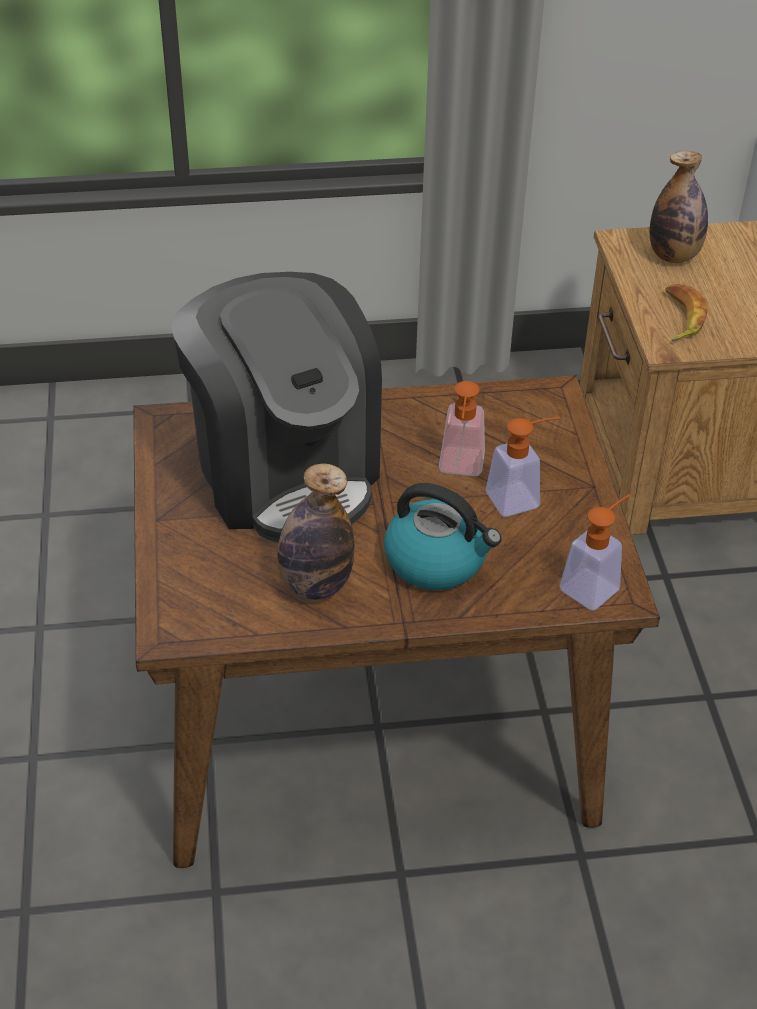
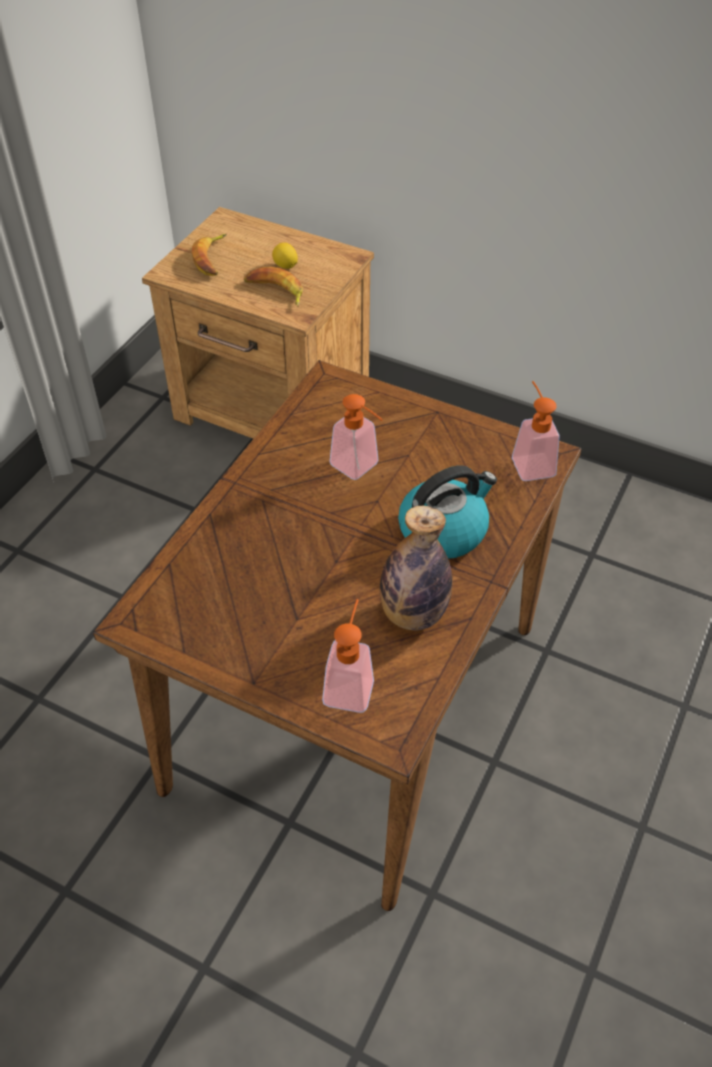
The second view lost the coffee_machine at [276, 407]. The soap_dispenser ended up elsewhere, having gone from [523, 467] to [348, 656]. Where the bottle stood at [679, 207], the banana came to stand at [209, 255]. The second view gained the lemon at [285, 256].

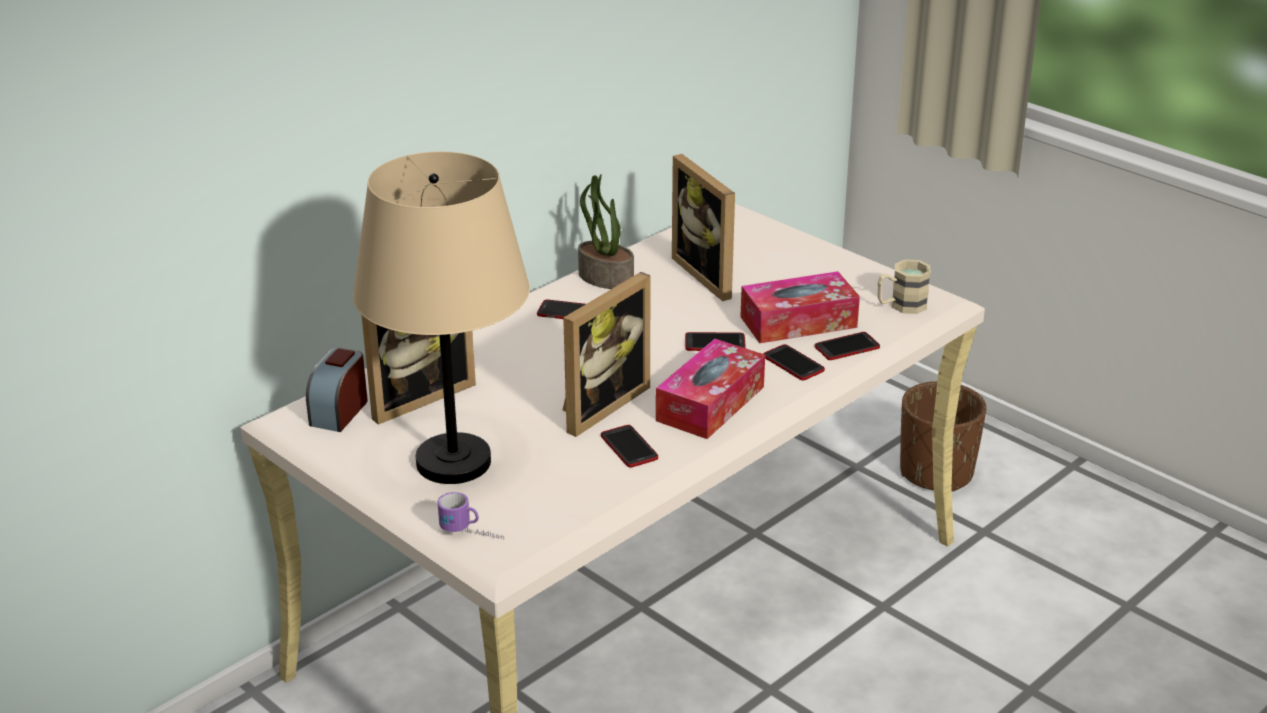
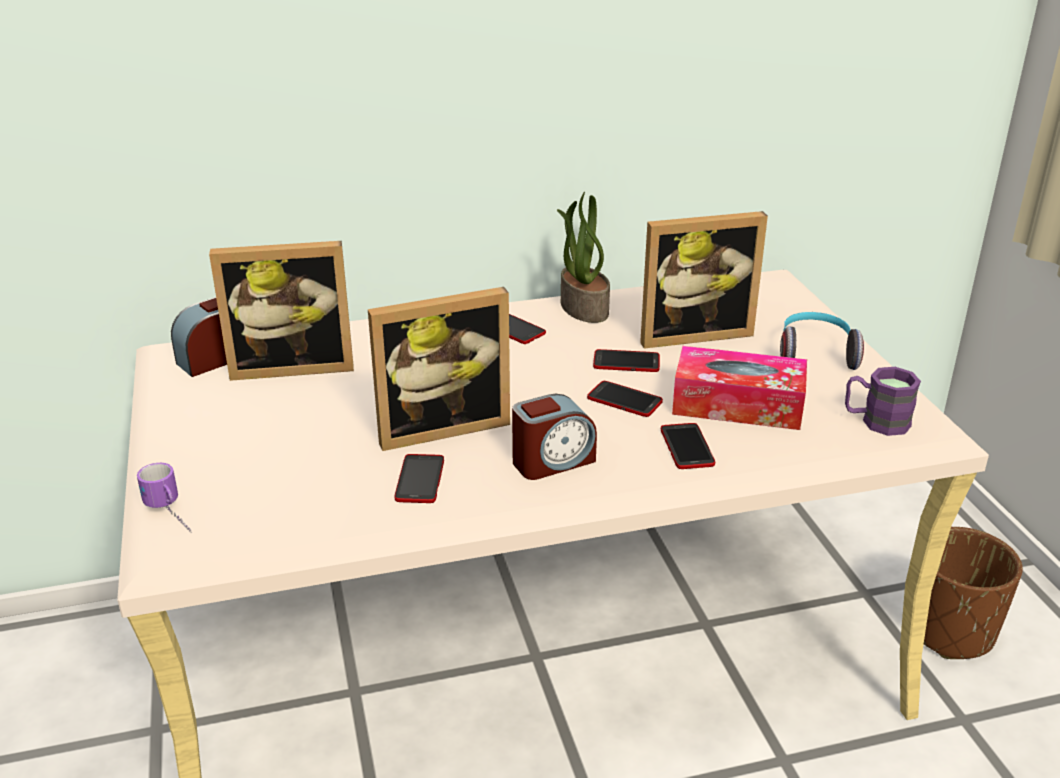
The second view lost the beige_table_lamp at [441, 318]. Where the tissue_box stood at [710, 389], the alarm_clock came to stand at [554, 437]. The picture_frame at [703, 227] ended up facing another way, 105 degrees counterclockwise from before. The phone ended up elsewhere, having gone from [847, 346] to [626, 360]. What was the beige_mug at [904, 286] turned into the purple_mug at [883, 401]. The second view gained the headphones at [822, 341].

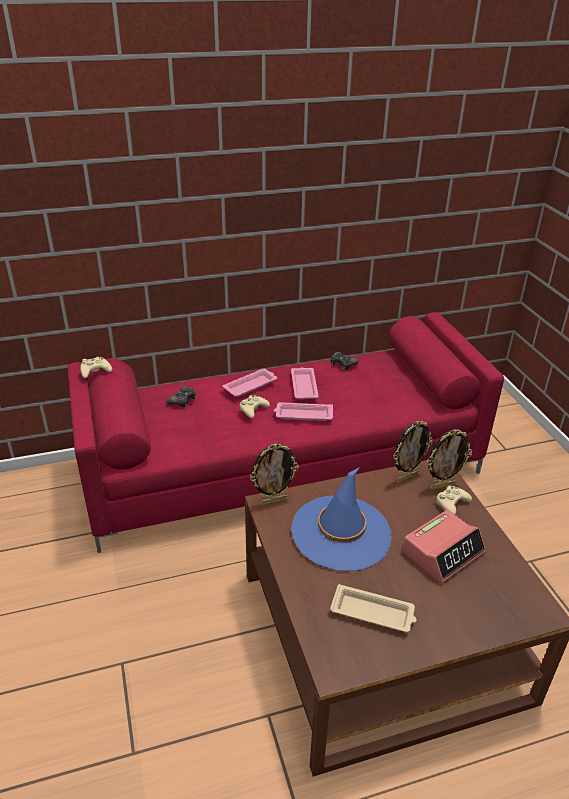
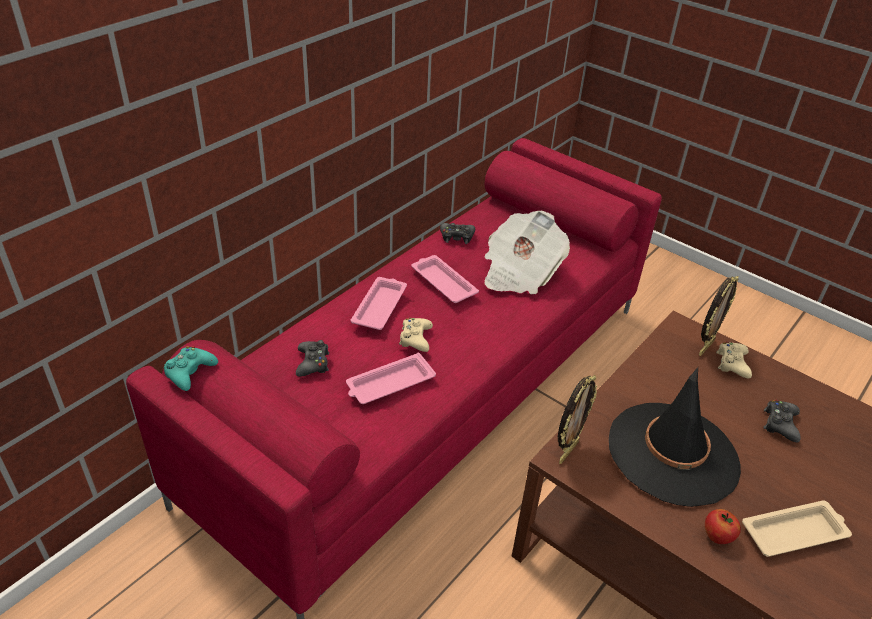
What was the beige_game_controller at [96, 367] turned into the turquoise_game_controller at [191, 368]. The pink_tray ended up elsewhere, having gone from [303, 411] to [391, 378]. What was the blue_hat at [341, 519] turned into the black_hat at [675, 437]. The second view lost the picture_frame at [413, 452]. Where the alarm_clock stood at [444, 547], the black_game_controller came to stand at [782, 421]. The second view gained the newspaper at [527, 253]. The second view gained the apple at [723, 526].

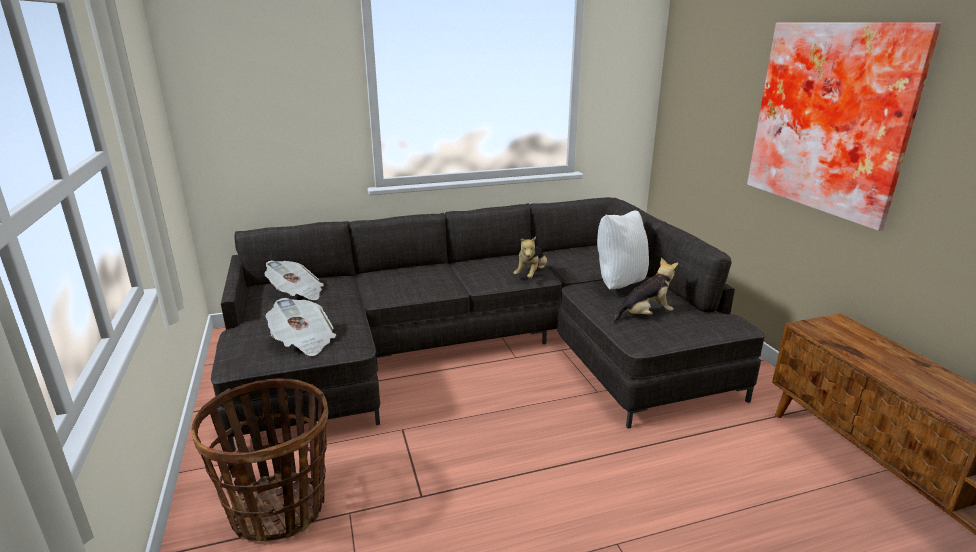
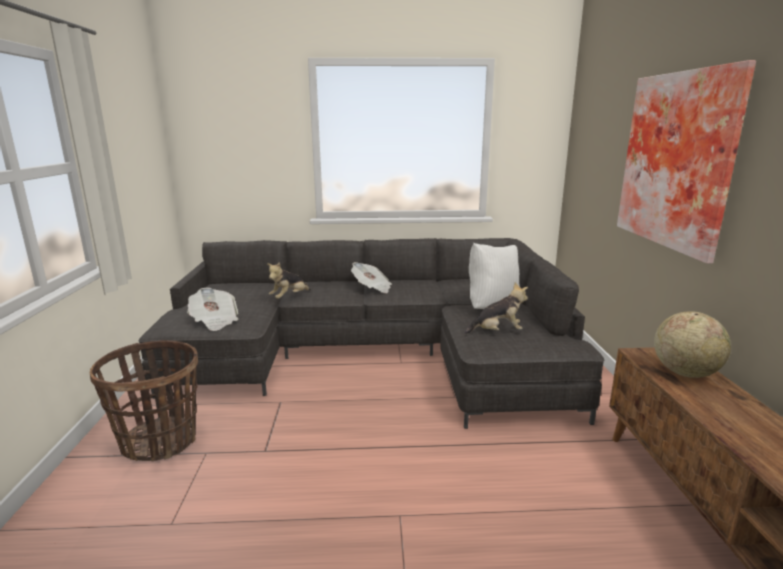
The newspaper ended up elsewhere, having gone from [294, 280] to [371, 277]. The plush_toy ended up elsewhere, having gone from [530, 257] to [289, 280]. The second view gained the globe at [692, 344].

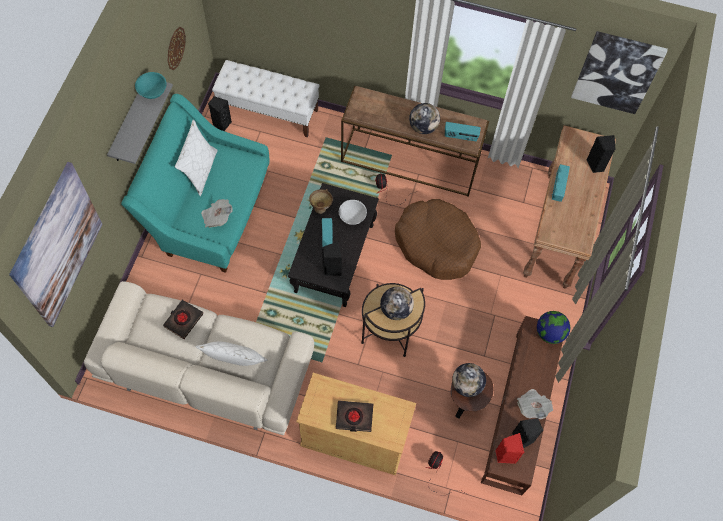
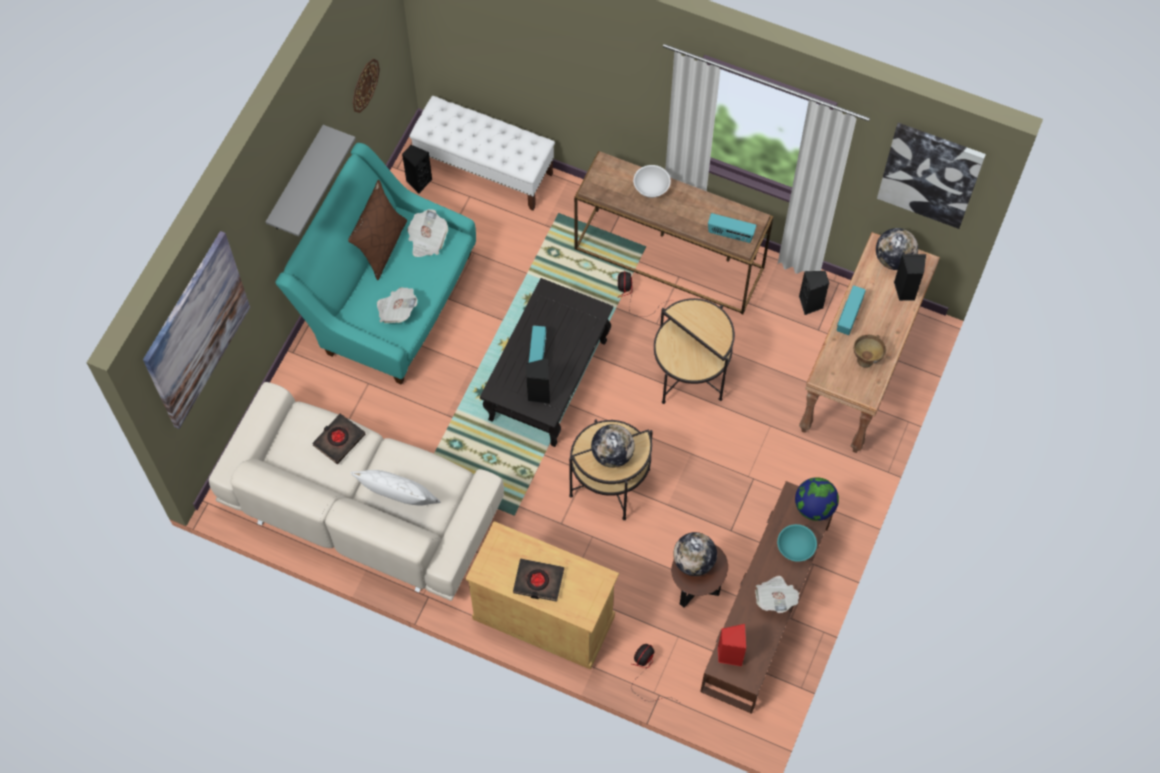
The turquoise_bowl ended up elsewhere, having gone from [151, 85] to [797, 543]. What was the white_pillow at [196, 158] turned into the brown_pillow at [377, 229]. The brown_bowl ended up elsewhere, having gone from [321, 201] to [870, 351]. The white_bowl ended up elsewhere, having gone from [353, 212] to [652, 181]. Where the brown_dog_bed stood at [438, 239], the side_table came to stand at [694, 351]. The globe ended up elsewhere, having gone from [424, 118] to [897, 249]. The black_speaker ended up elsewhere, having gone from [527, 433] to [814, 293]. The second view gained the newspaper at [427, 233].

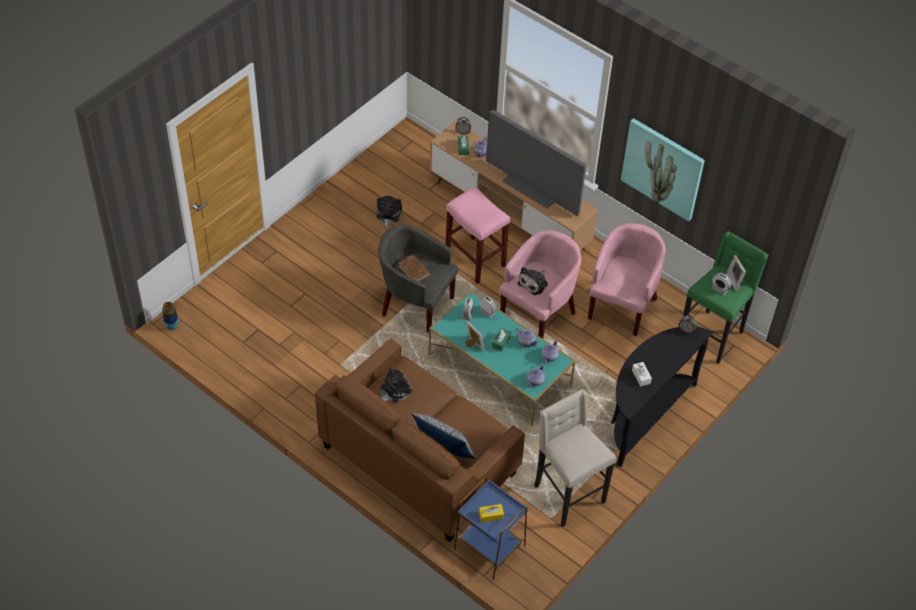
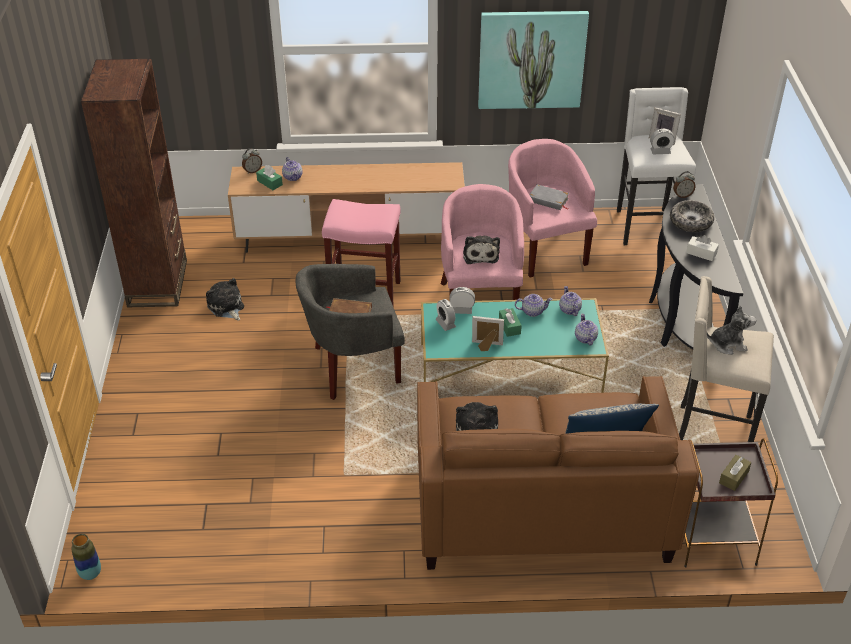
What was the blue_side_table at [491, 529] turned into the brown_side_table at [731, 503]. What was the yellow_tissue_box at [491, 513] turned into the brown_tissue_box at [735, 473]. The second view lost the television at [536, 163]. What was the green_stool at [726, 297] turned into the white_stool at [656, 166]. The second view gained the brown_bookcase at [134, 183]. The second view gained the grey_book at [549, 197]. The second view gained the bowl at [692, 216]. The second view gained the plush_toy at [731, 330].

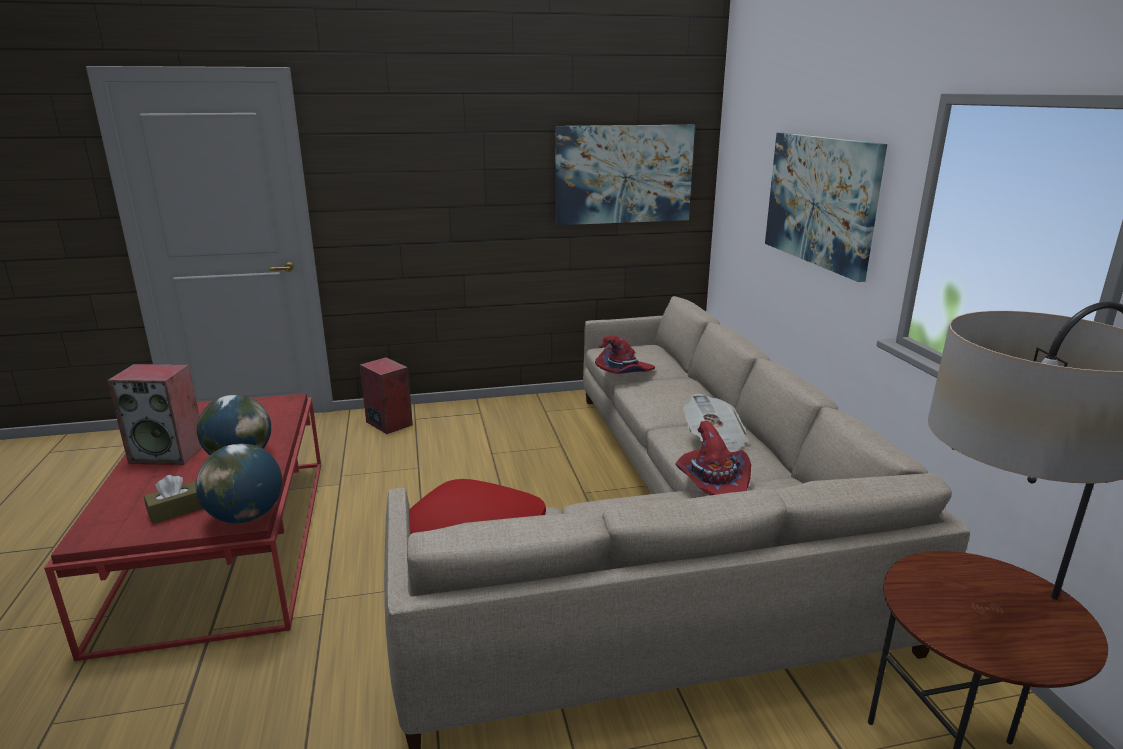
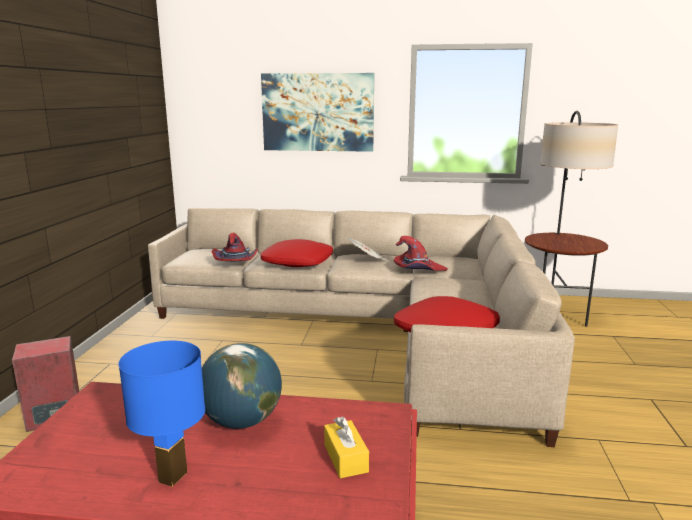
Where the speaker stood at [154, 414], the blue_table_lamp came to stand at [161, 414]. What was the brown_tissue_box at [174, 499] turned into the yellow_tissue_box at [346, 447]. The second view lost the globe at [239, 483]. The second view lost the picture at [625, 175]. The second view gained the red_pillow at [296, 253].

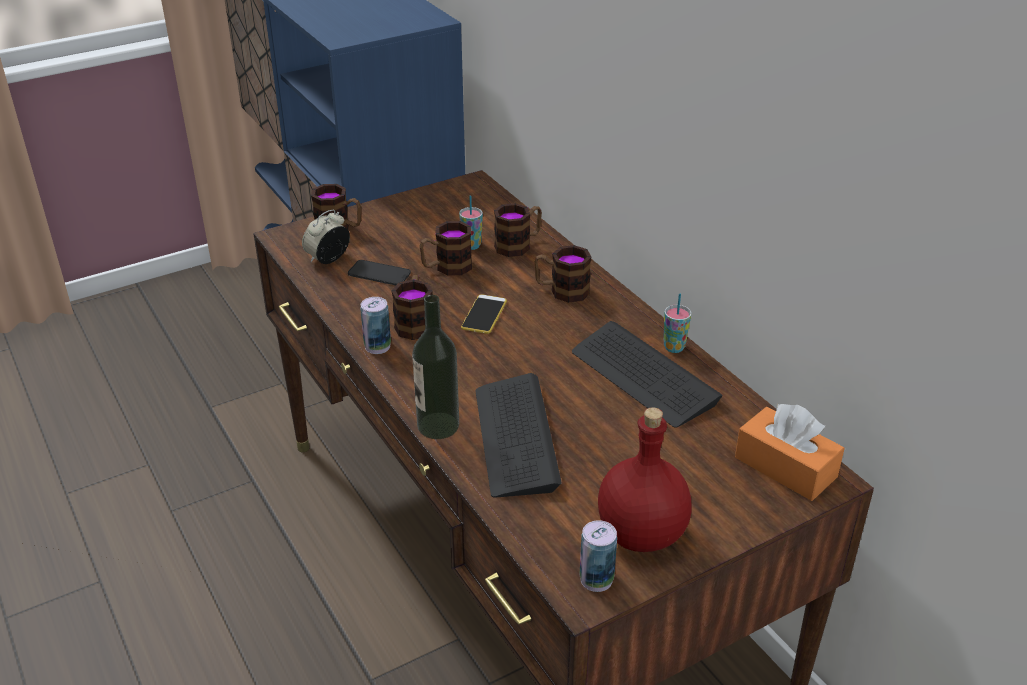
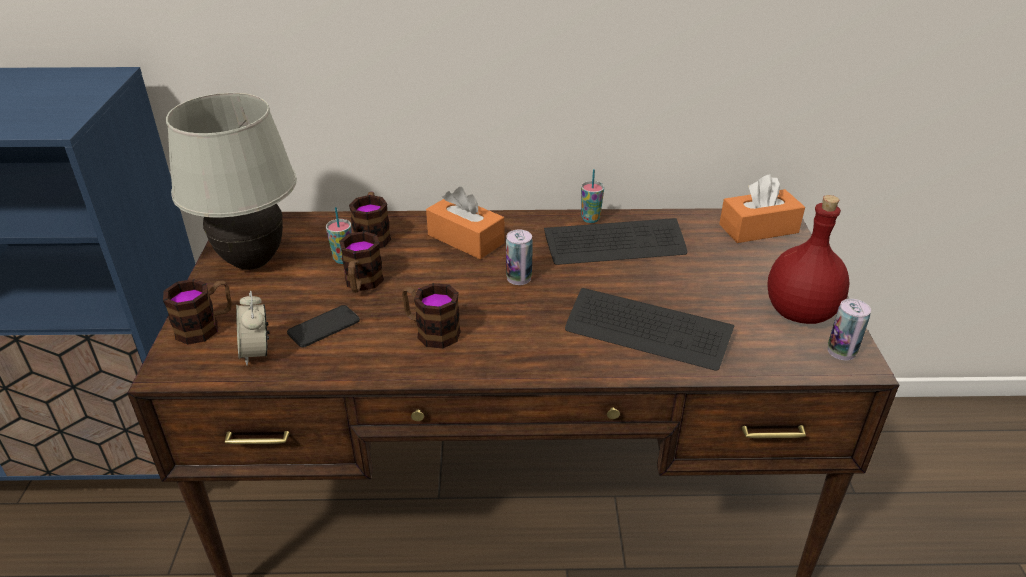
The can ended up elsewhere, having gone from [375, 325] to [519, 257]. The second view lost the bottle at [435, 367]. The second view lost the phone at [484, 314]. Where the mug stood at [562, 274], the orange_tissue_box came to stand at [465, 223]. The second view gained the white_table_lamp at [231, 181].

